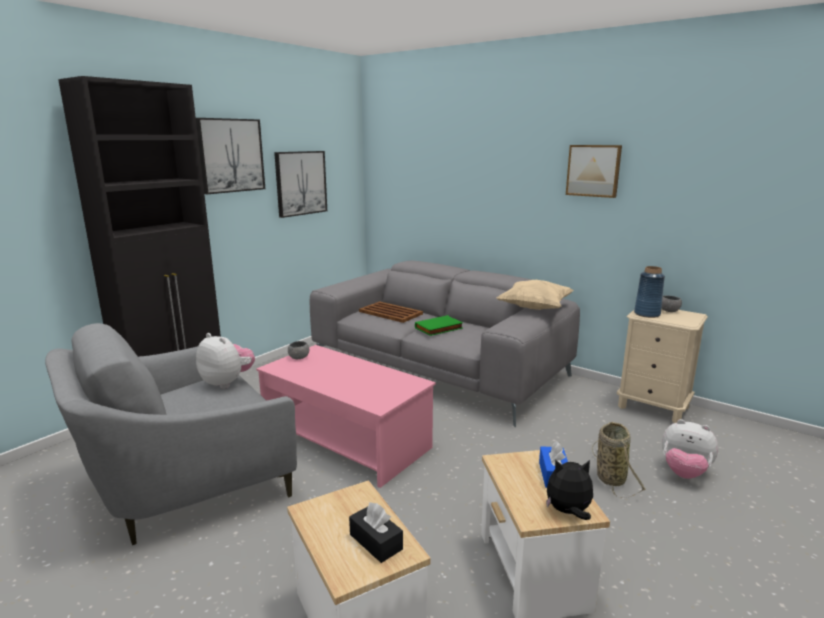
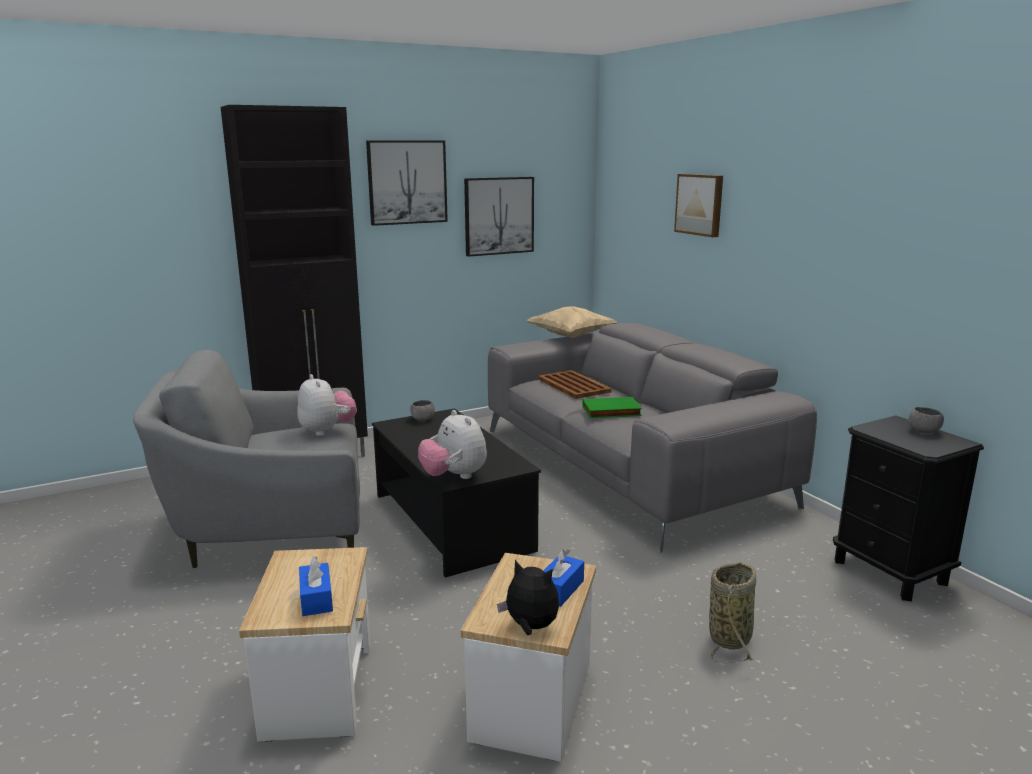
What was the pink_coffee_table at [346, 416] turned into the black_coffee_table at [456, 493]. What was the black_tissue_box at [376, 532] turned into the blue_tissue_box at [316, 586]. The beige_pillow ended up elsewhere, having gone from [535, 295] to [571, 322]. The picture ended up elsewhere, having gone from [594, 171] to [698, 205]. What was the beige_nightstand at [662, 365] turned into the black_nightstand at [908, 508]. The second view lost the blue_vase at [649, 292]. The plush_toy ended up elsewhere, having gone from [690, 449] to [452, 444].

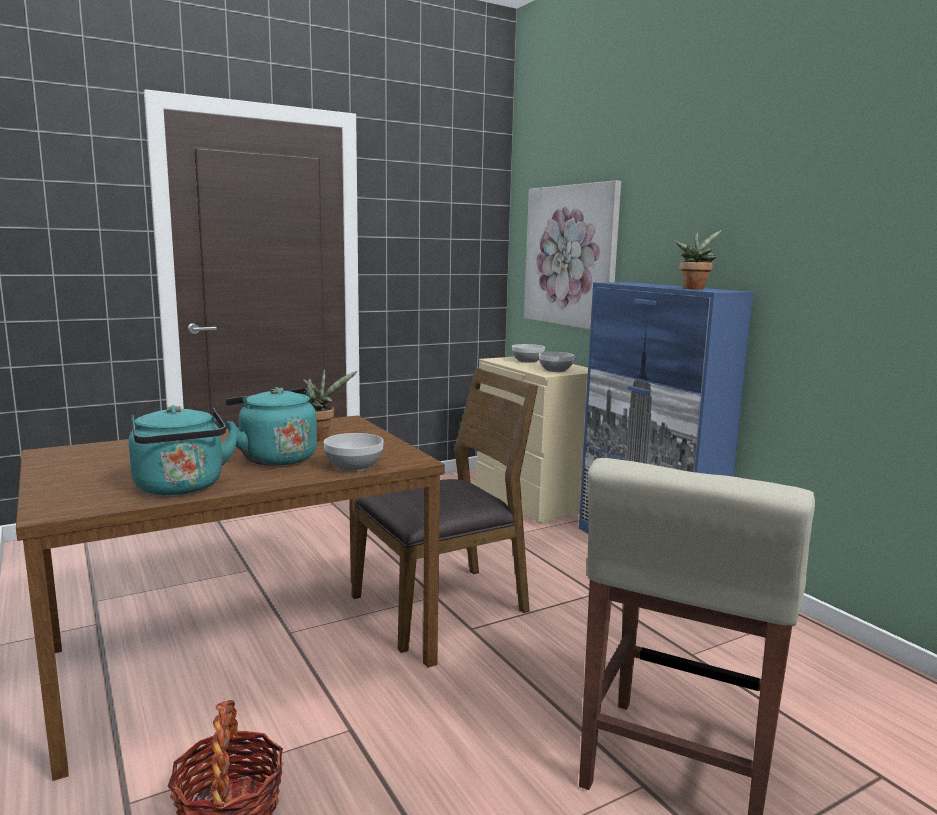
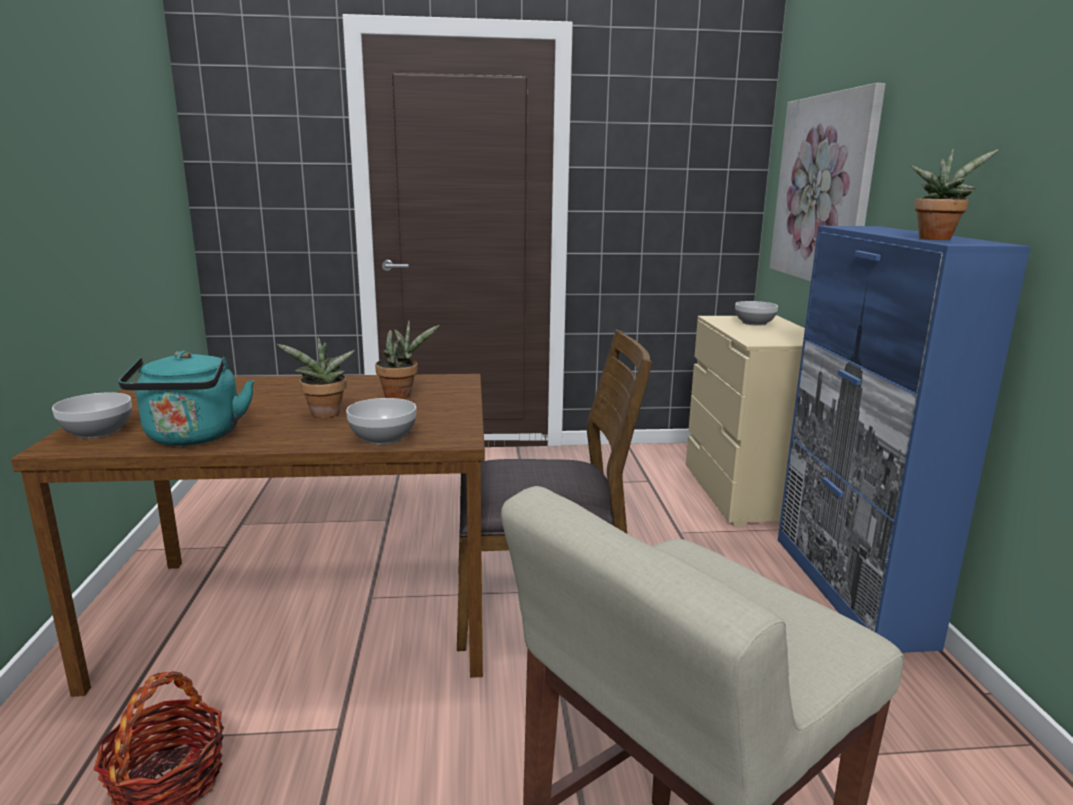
Where the turquoise_kettle stood at [271, 426], the potted_plant came to stand at [316, 377]. The bowl ended up elsewhere, having gone from [556, 362] to [92, 415].

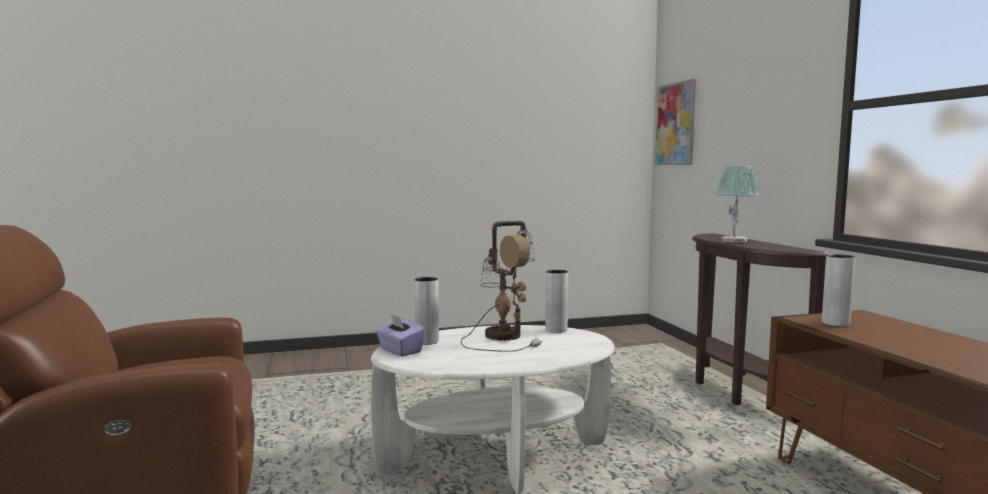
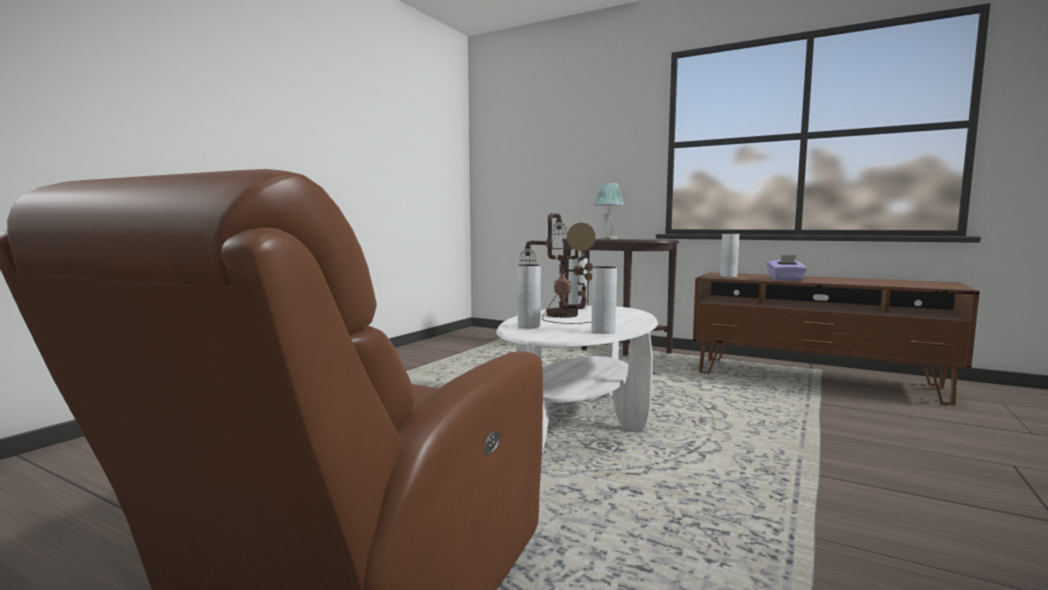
The purple_tissue_box ended up elsewhere, having gone from [400, 334] to [787, 268]. The second view lost the picture at [675, 122]. The second view gained the grey_vase at [604, 300].

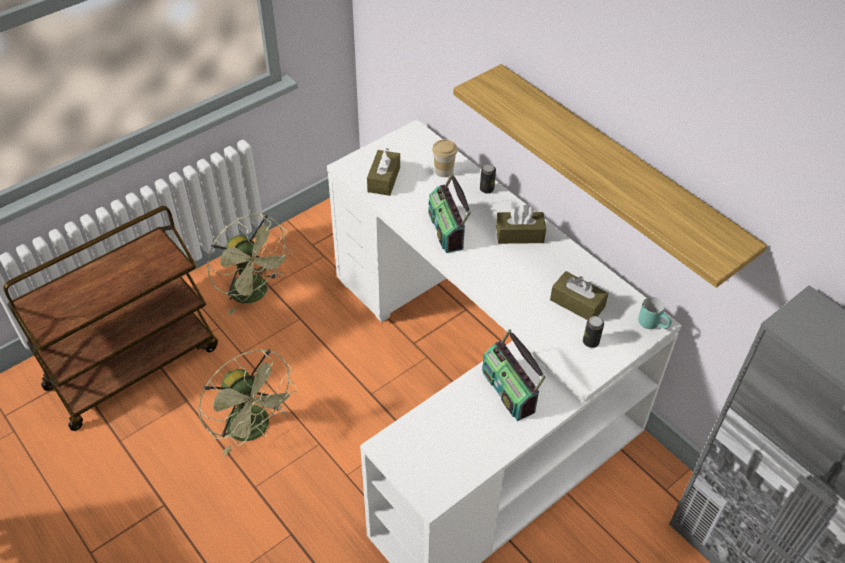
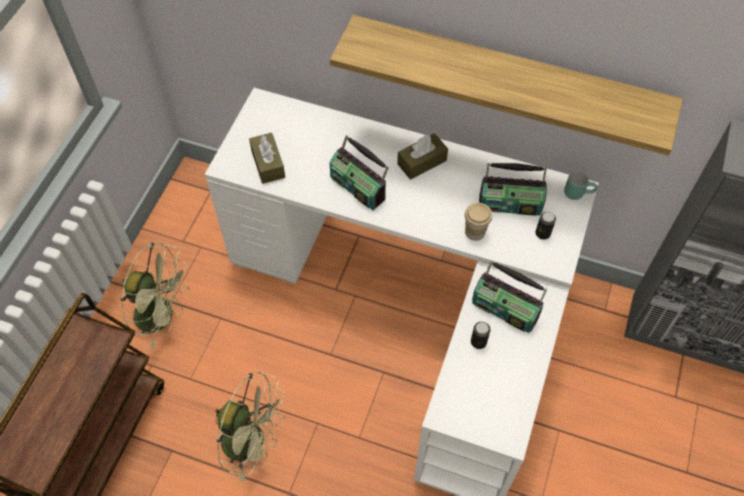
The cup ended up elsewhere, having gone from [444, 158] to [478, 222]. The can ended up elsewhere, having gone from [488, 179] to [480, 335]. Where the brown_tissue_box stood at [579, 295], the radio came to stand at [513, 189].

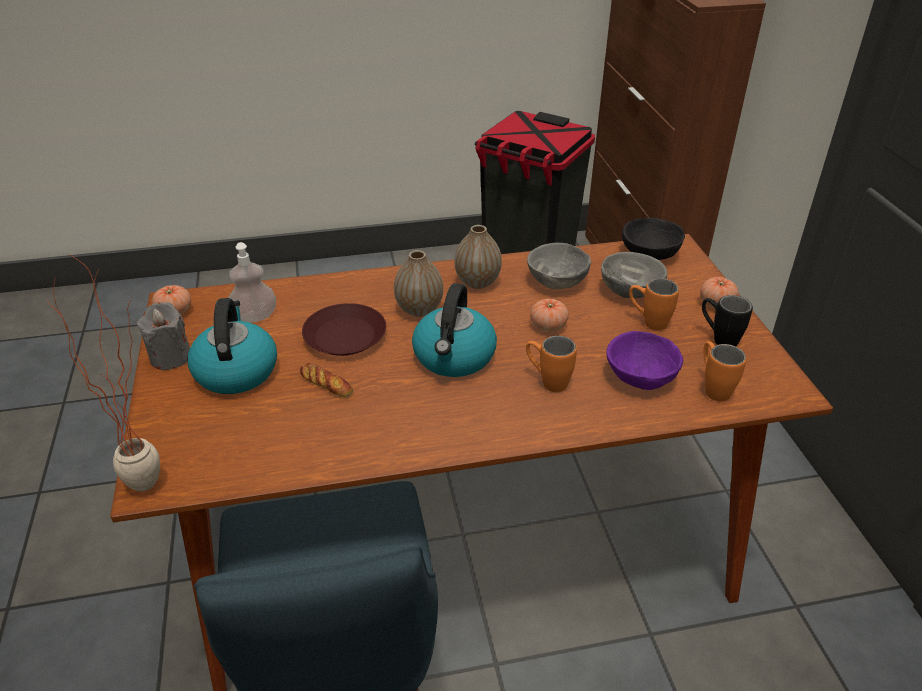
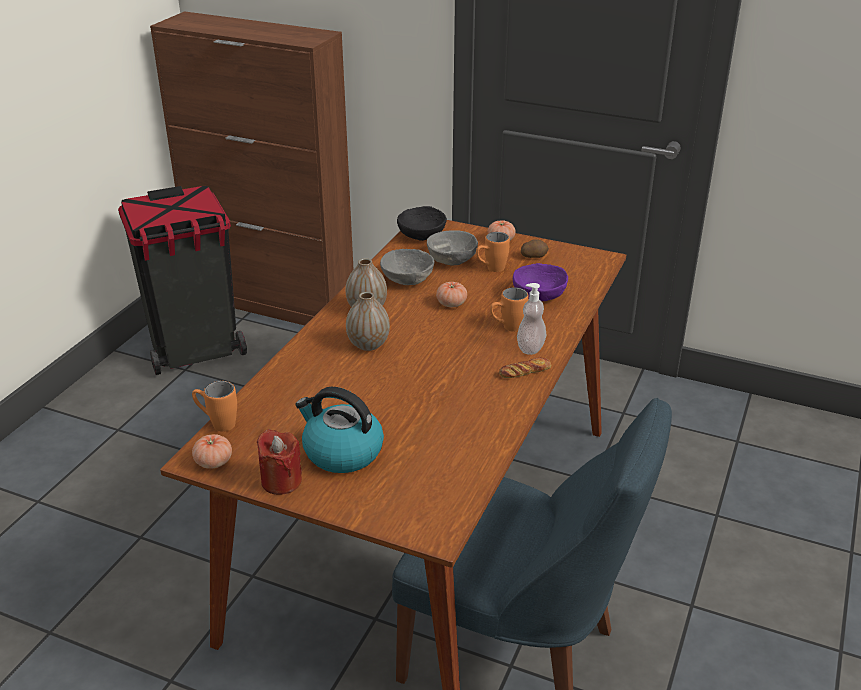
The second view lost the potted_plant at [104, 373]. What was the grey_candle at [163, 336] turned into the red_candle at [279, 462]. The soap_dispenser ended up elsewhere, having gone from [252, 282] to [531, 319]. The bread ended up elsewhere, having gone from [326, 380] to [525, 368]. The second view lost the brown_plate at [344, 329]. The second view lost the kettle at [454, 330]. Where the black_mug stood at [727, 320], the potato came to stand at [535, 248]. The orange_mug ended up elsewhere, having gone from [725, 371] to [214, 406].

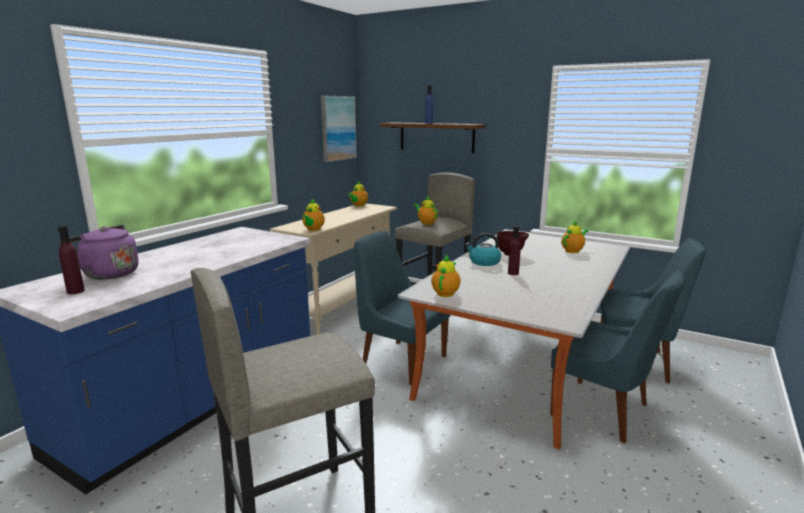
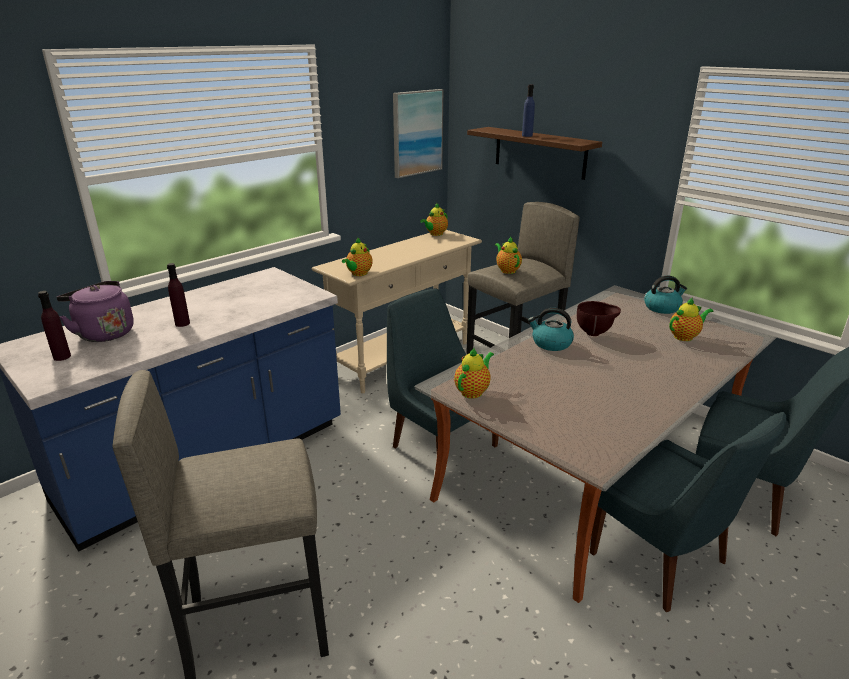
The purple_bottle ended up elsewhere, having gone from [514, 250] to [178, 295]. The second view gained the kettle at [665, 295].

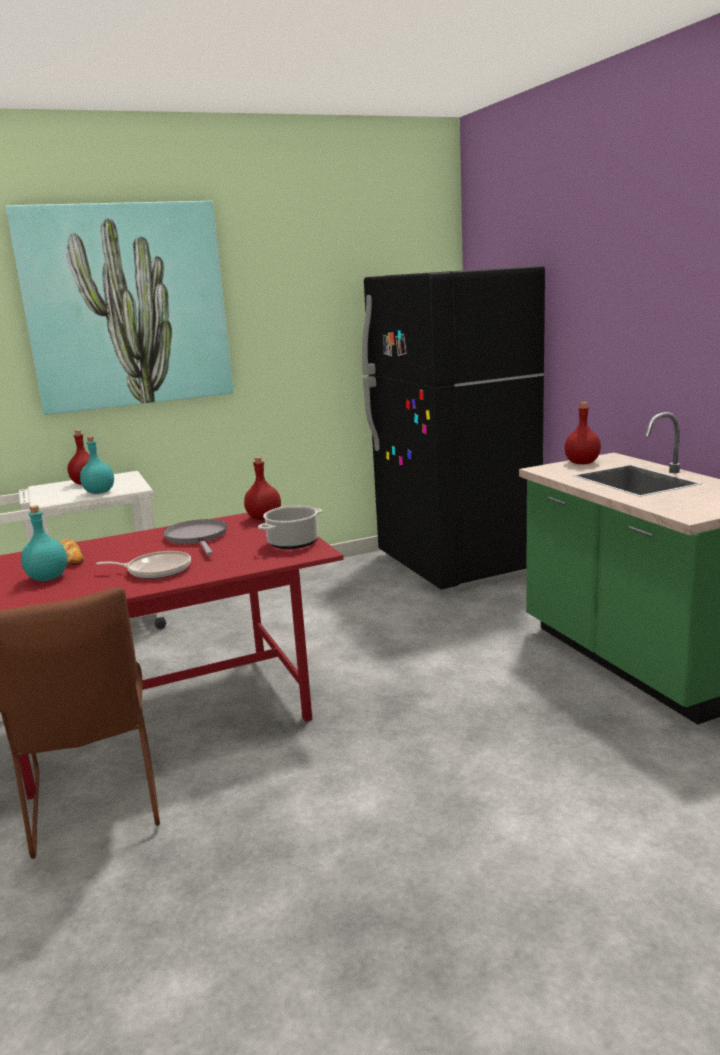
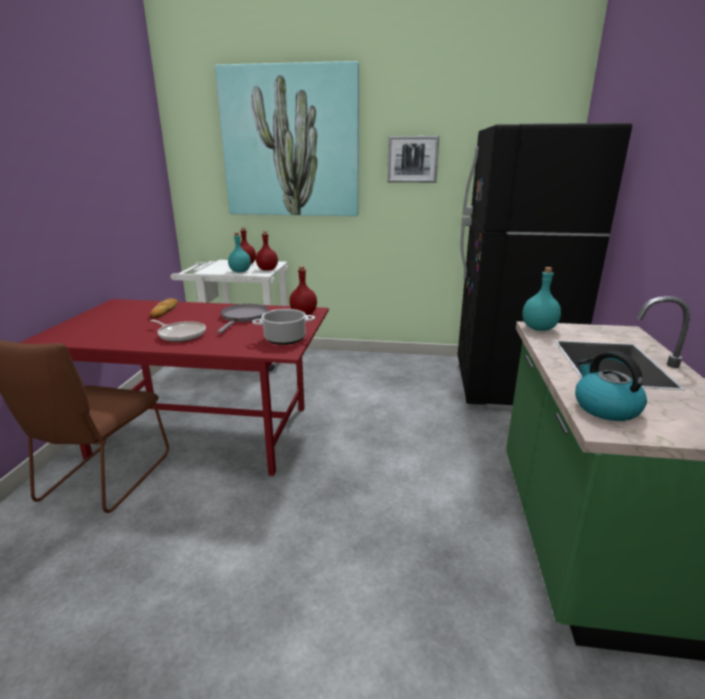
The turquoise_bottle ended up elsewhere, having gone from [44, 543] to [542, 299]. The red_bottle ended up elsewhere, having gone from [582, 433] to [267, 251]. The second view gained the picture at [413, 159]. The second view gained the kettle at [611, 386].

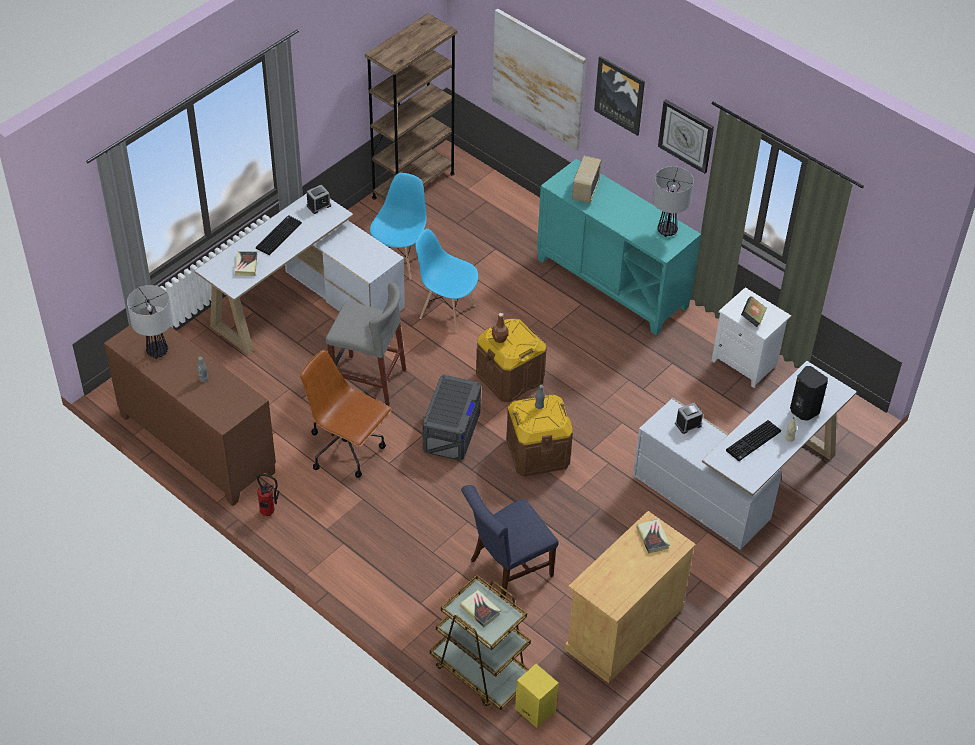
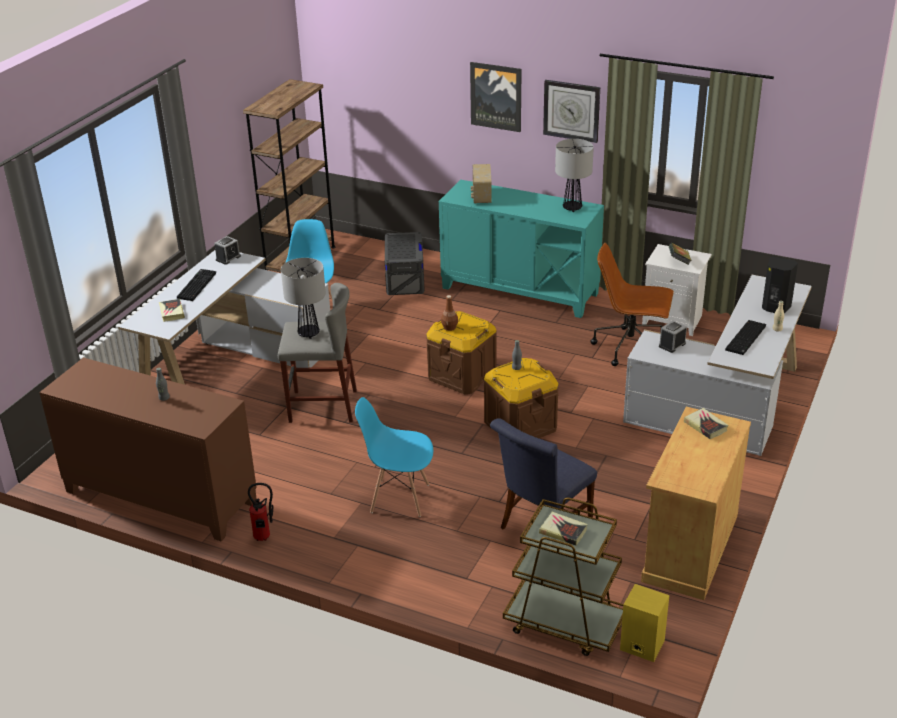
The table_lamp ended up elsewhere, having gone from [150, 322] to [303, 298]. The brown_office_chair ended up elsewhere, having gone from [346, 413] to [632, 304]. The blue_chair ended up elsewhere, having gone from [446, 280] to [394, 457]. The grey_storage_box ended up elsewhere, having gone from [452, 418] to [405, 263]. The second view lost the picture at [539, 80].

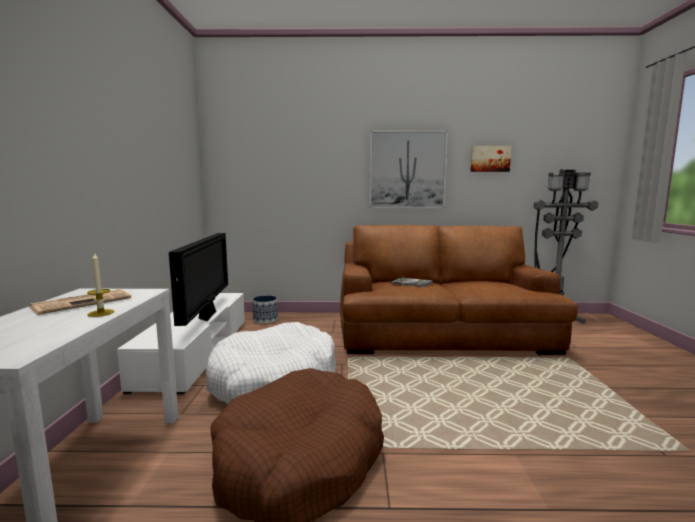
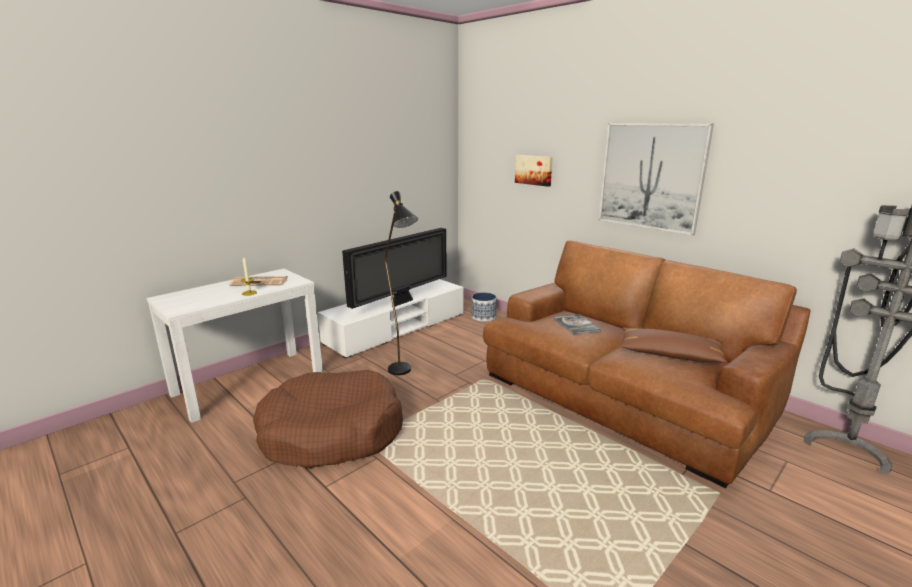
Where the white_dog_bed stood at [271, 363], the black_floor_lamp came to stand at [401, 283]. The picture ended up elsewhere, having gone from [490, 159] to [534, 171]. The second view gained the brown_pillow at [673, 345].

